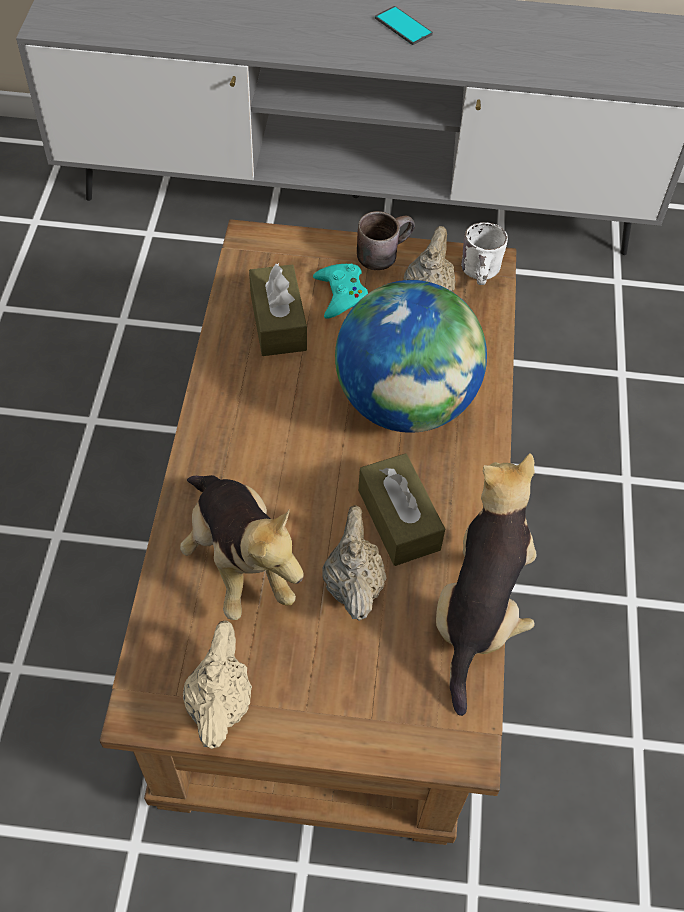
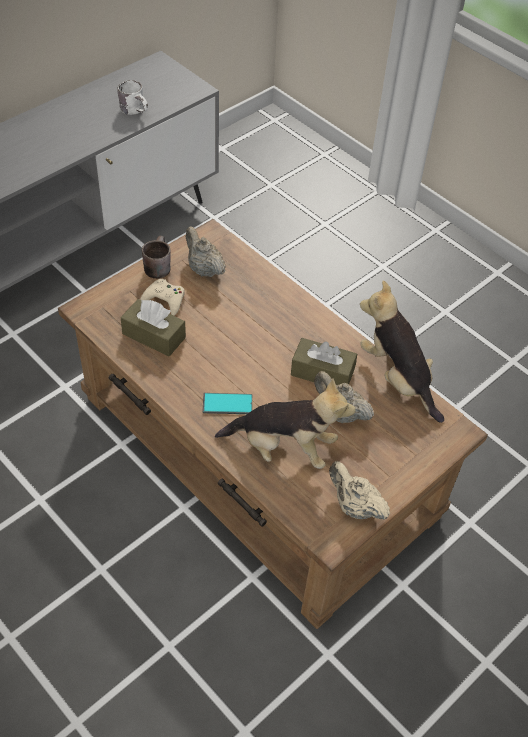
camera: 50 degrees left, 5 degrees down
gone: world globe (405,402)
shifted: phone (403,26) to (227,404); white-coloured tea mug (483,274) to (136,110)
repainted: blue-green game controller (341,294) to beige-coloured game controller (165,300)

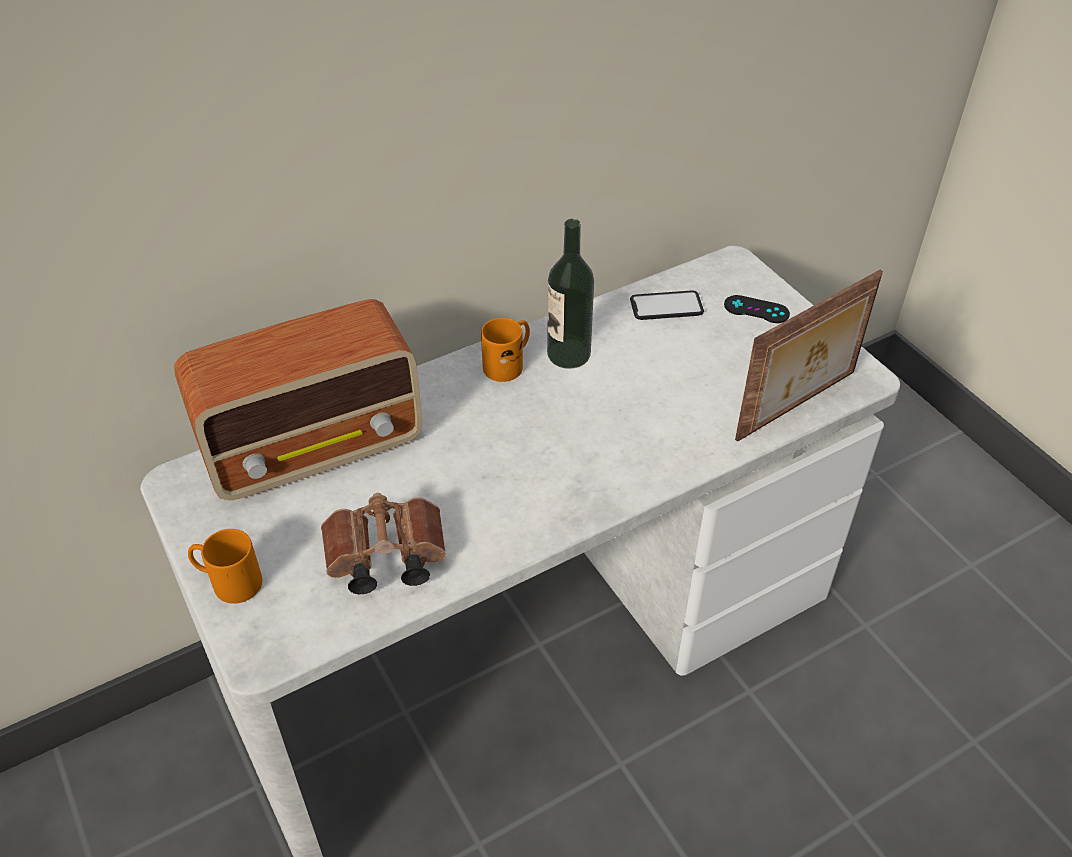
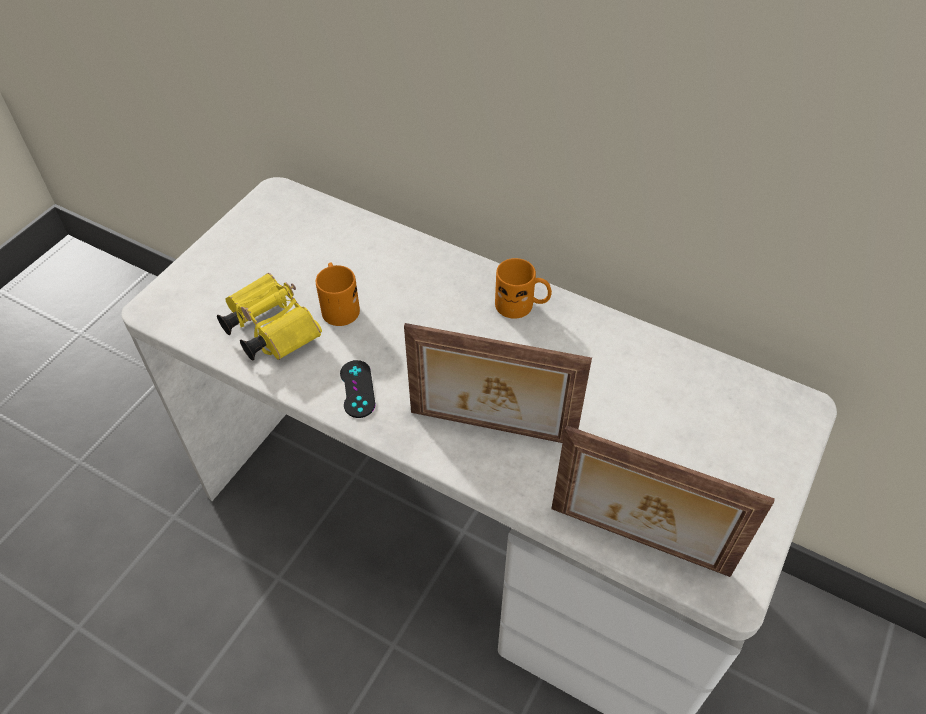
camera: 60 degrees right, 5 degrees up
gone: radio (316,447); drink bottle (568,354); phone (666,306)
new: photo frame (491,430)
shifted: orange tea mug (228,582) to (338,305); black game controller (756,309) to (357,389)
repainted: brown binoculars (382,559) to yellow-coloured binoculars (269,329)

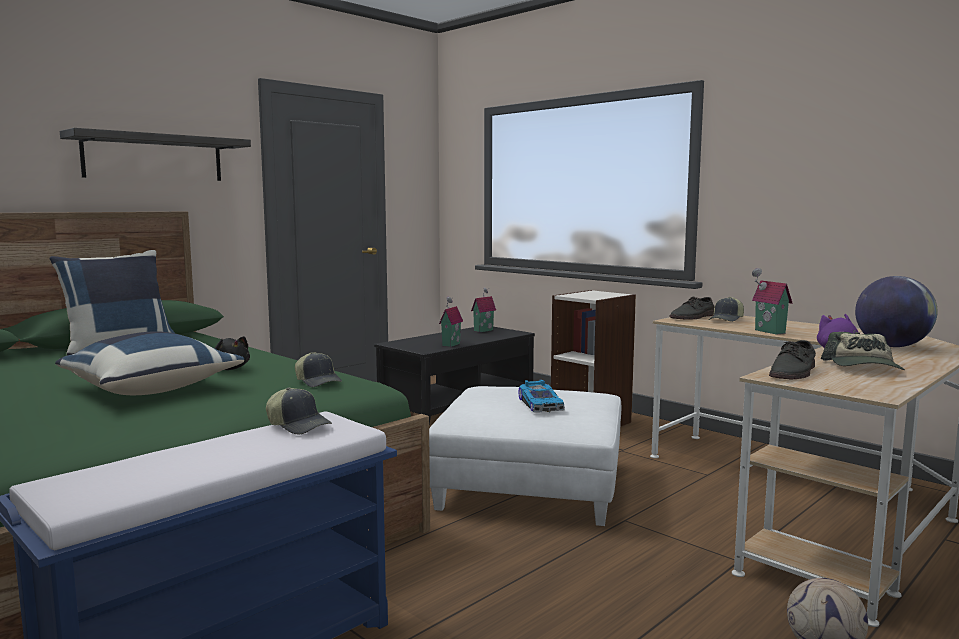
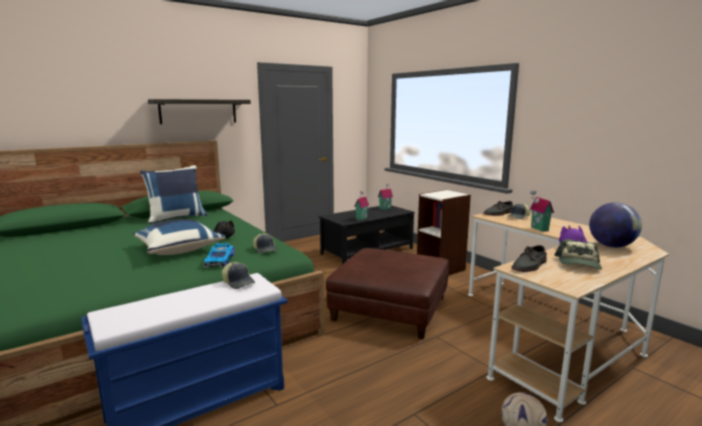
camera: 10 degrees right, 5 degrees up
shifted: toy car (541,404) to (220,260)
repainted: white-coloured footrest (531,484) to brown footrest (390,308)

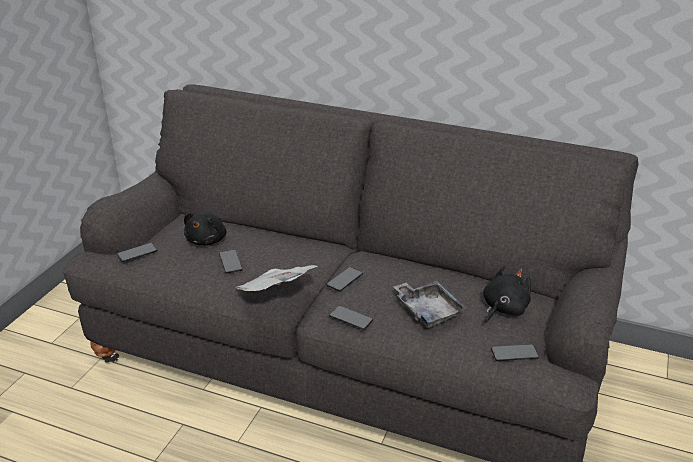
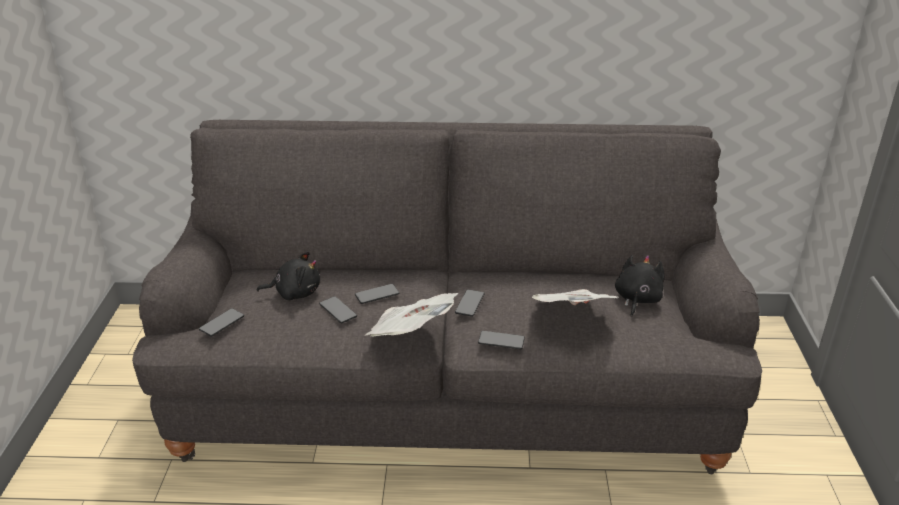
camera: 20 degrees left, 0 degrees up
shifted: phone (514,353) to (377,294)
swapped: greyish serving tray (428,310) to daily paper (572,315)
rotated: black cuddly toy (207,240) = (295,292) 90 degrees counterclockwise

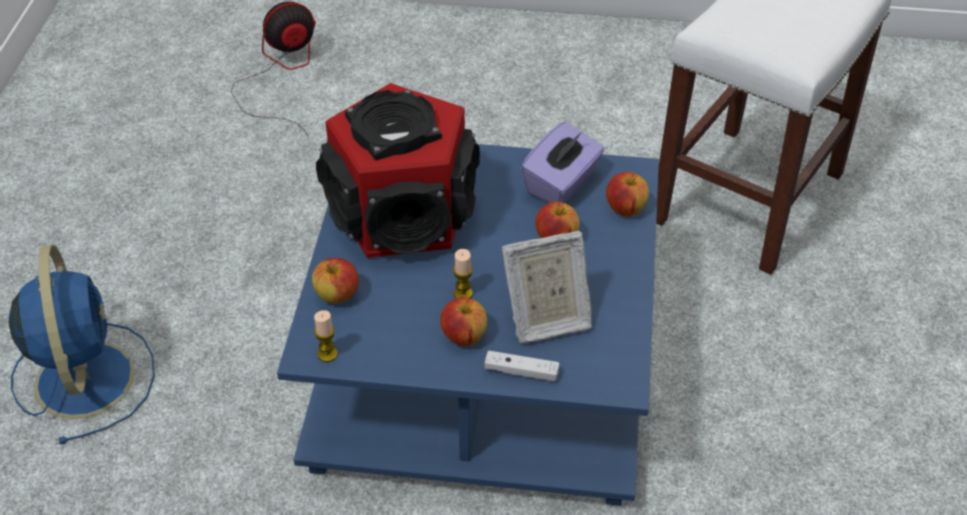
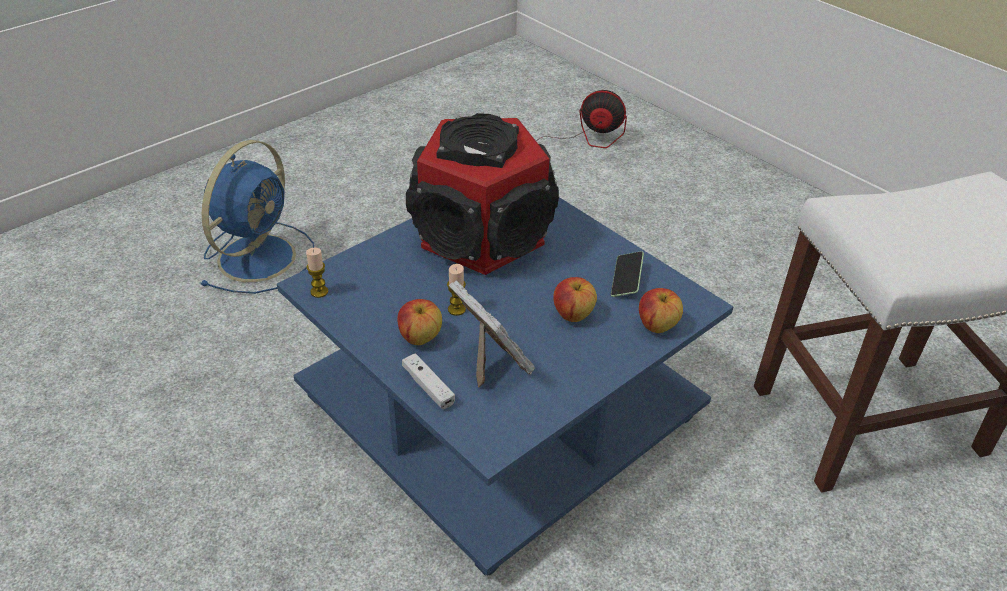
camera: 40 degrees right, 5 degrees down
gone: apple fruit (337,295)
swapped: purple-coloured tissue box (562,184) to phone (626,280)
rotated: photo frame (546,320) = (492,363) 150 degrees counterclockwise

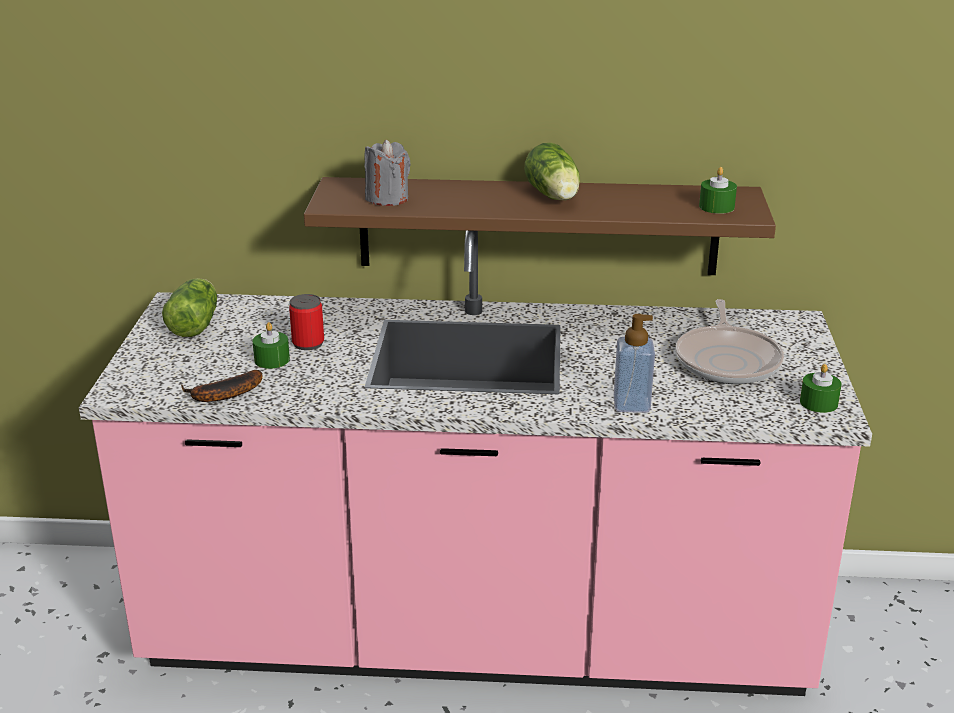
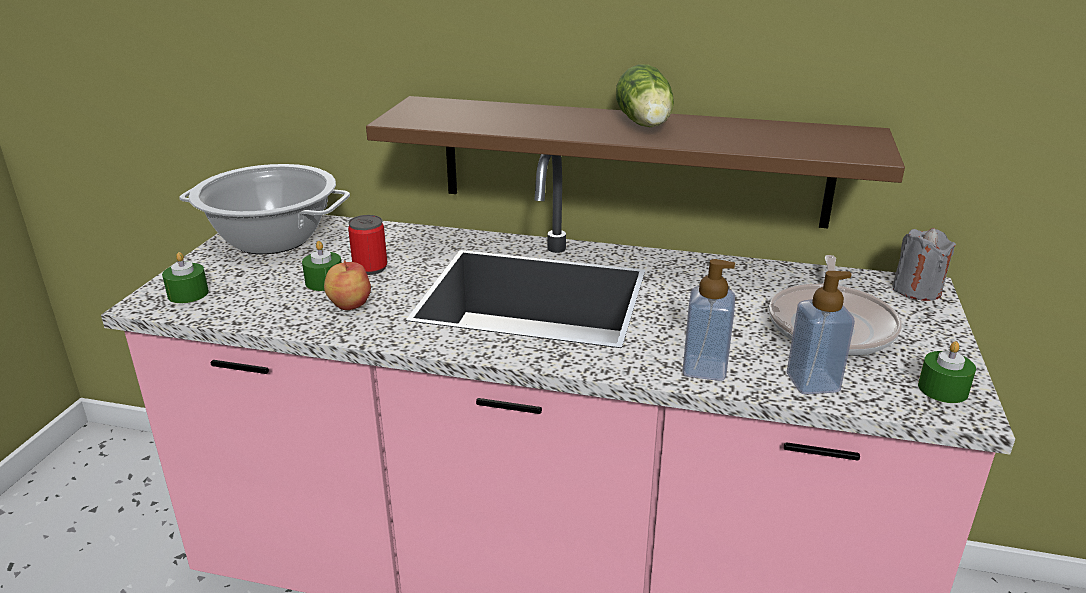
camera: 10 degrees right, 0 degrees up
gone: whole banana (222,395)
new: apple fruit (349,304); soap dispenser (812,382)
shifted: greyish wax light (387,198) to (916,290); green wax light (716,207) to (188,294)
swapped: lettuce head (196,323) to saucepot (271,239)

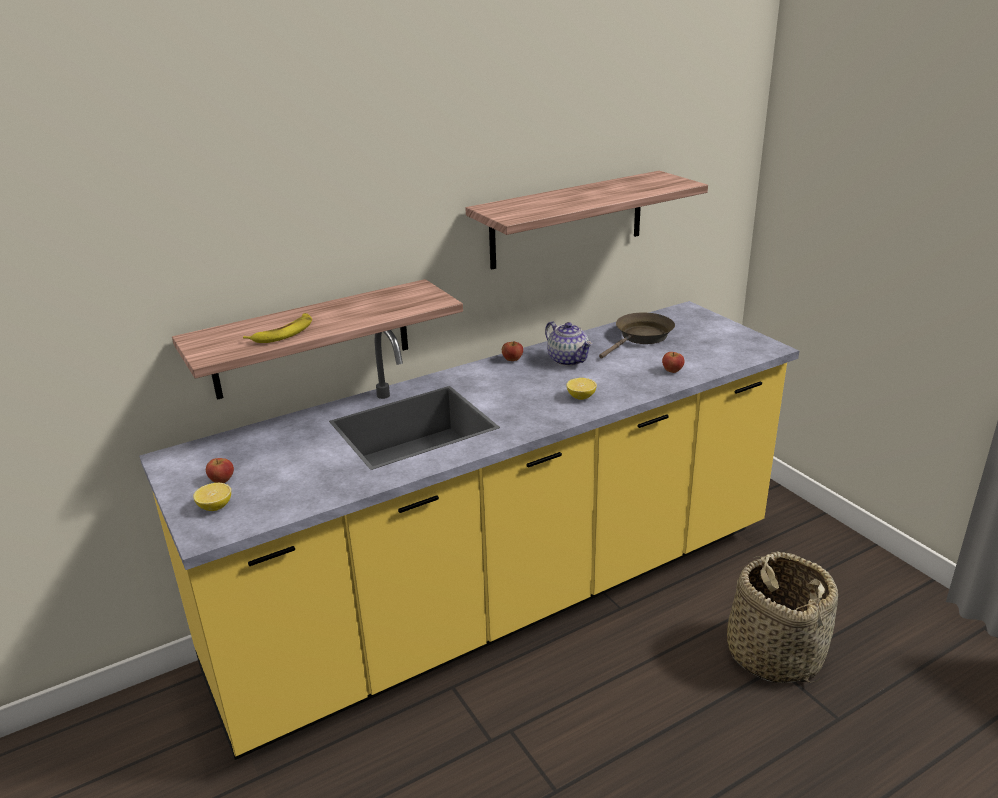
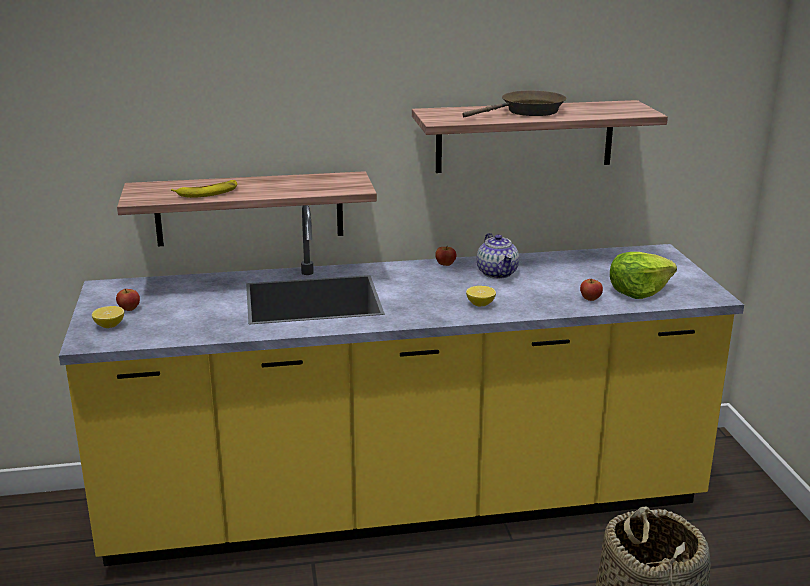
camera: 20 degrees right, 5 degrees down
new: lettuce head (638,291)
shifted: brown skillet (641,337) to (527,111)

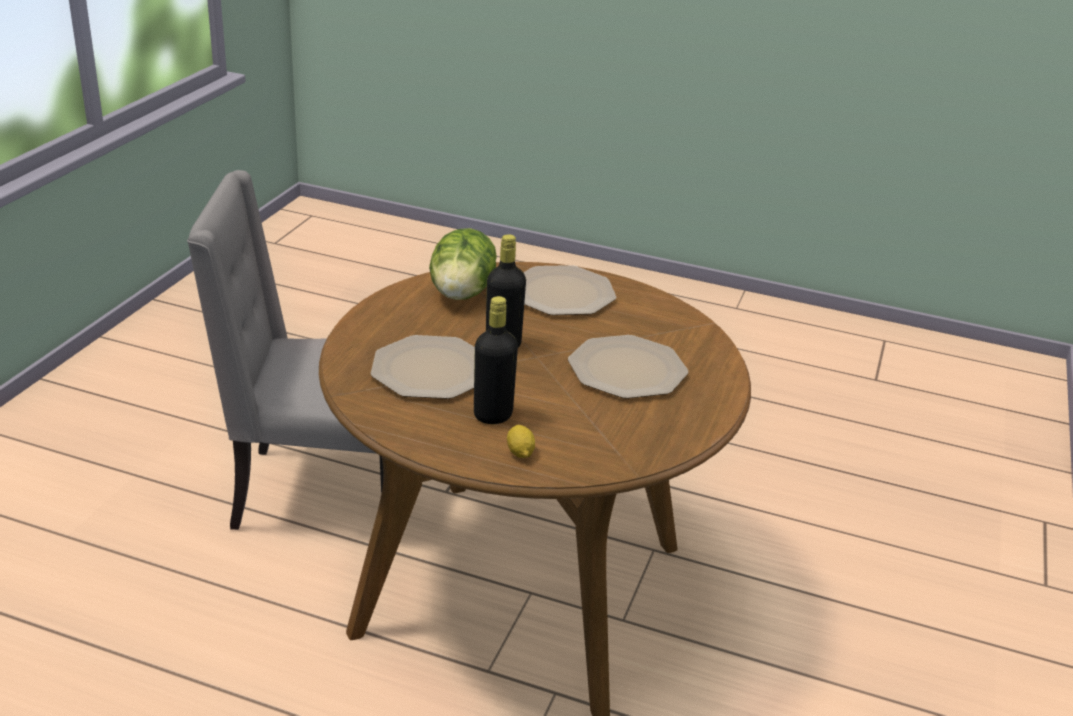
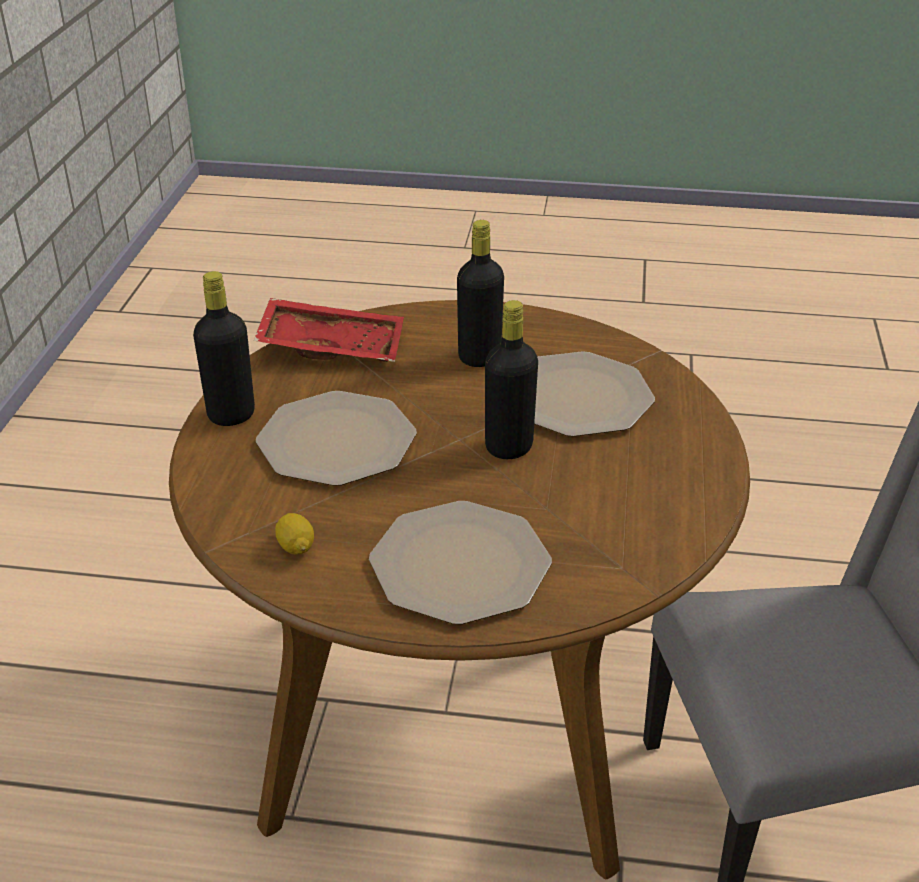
camera: 170 degrees right, 5 degrees up
gone: lettuce head (461,294)
new: black drink bottle (231,415); red serving tray (332,345)
shifted: citrus fruit (520,452) to (295,547)

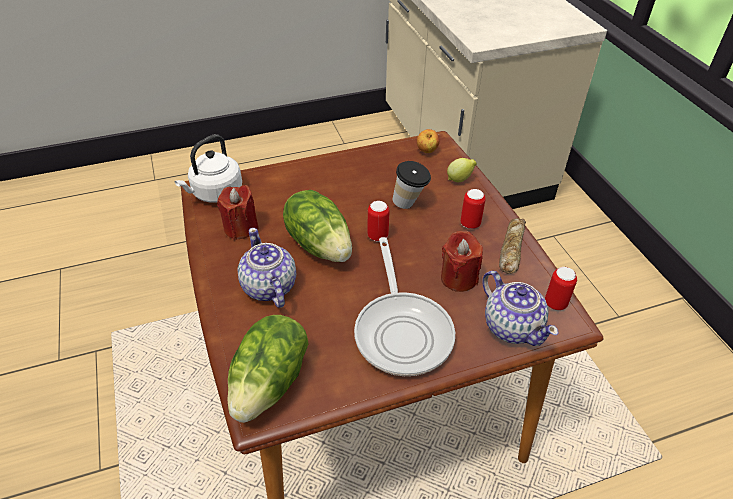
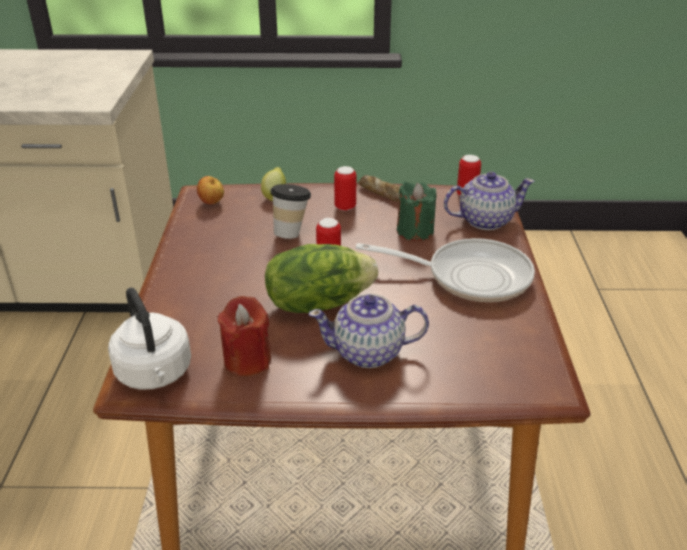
camera: 70 degrees left, 10 degrees down
gone: lettuce head (271,383)
repainted: red wax light (458,278) to green wax light (415,231)

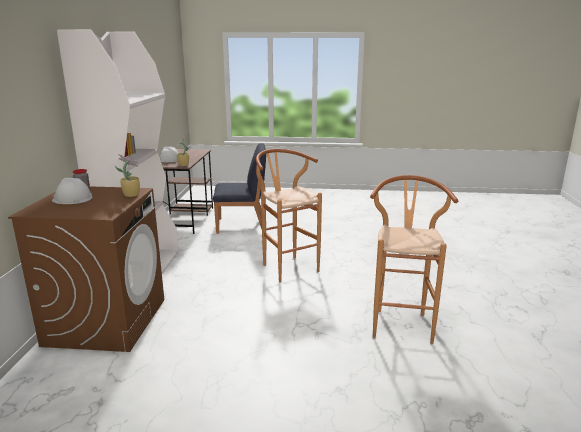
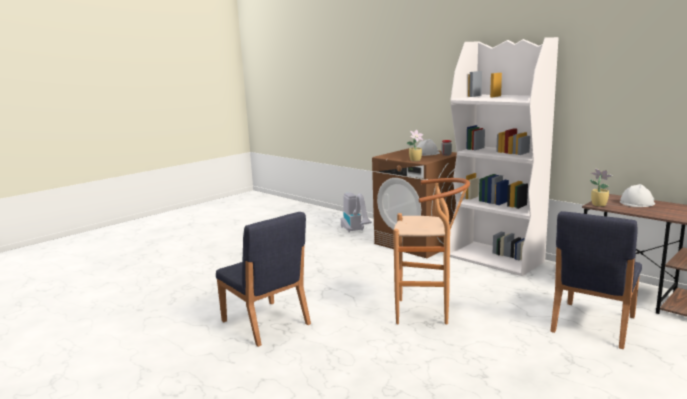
camera: 130 degrees right, 5 degrees down
new: hoover (356,231)
swapped: brown stool seat (401,322) to blue-coloured plain chair (266,323)

